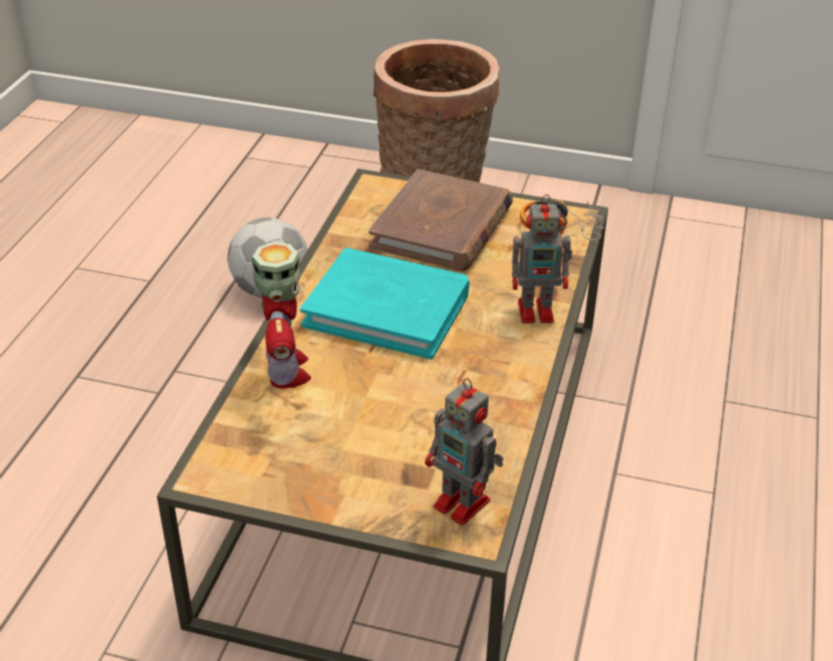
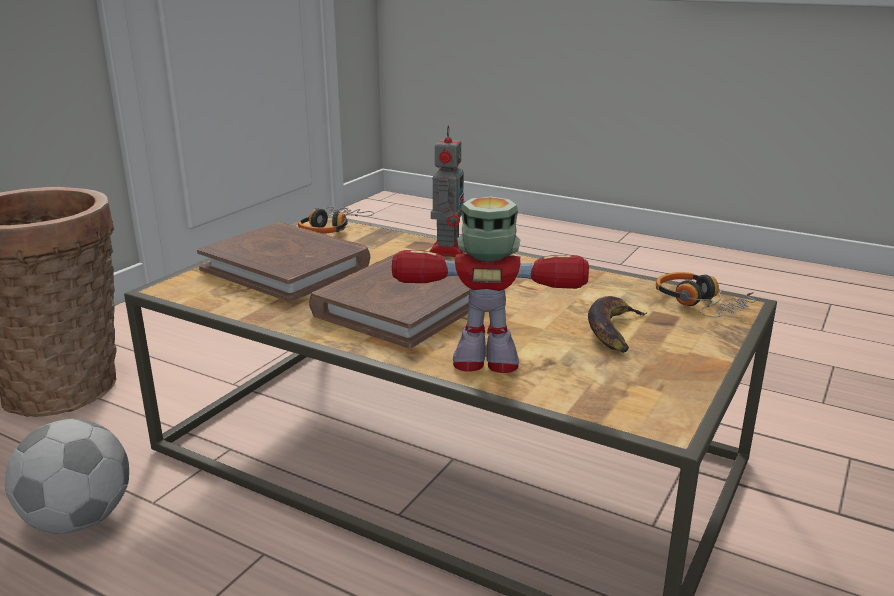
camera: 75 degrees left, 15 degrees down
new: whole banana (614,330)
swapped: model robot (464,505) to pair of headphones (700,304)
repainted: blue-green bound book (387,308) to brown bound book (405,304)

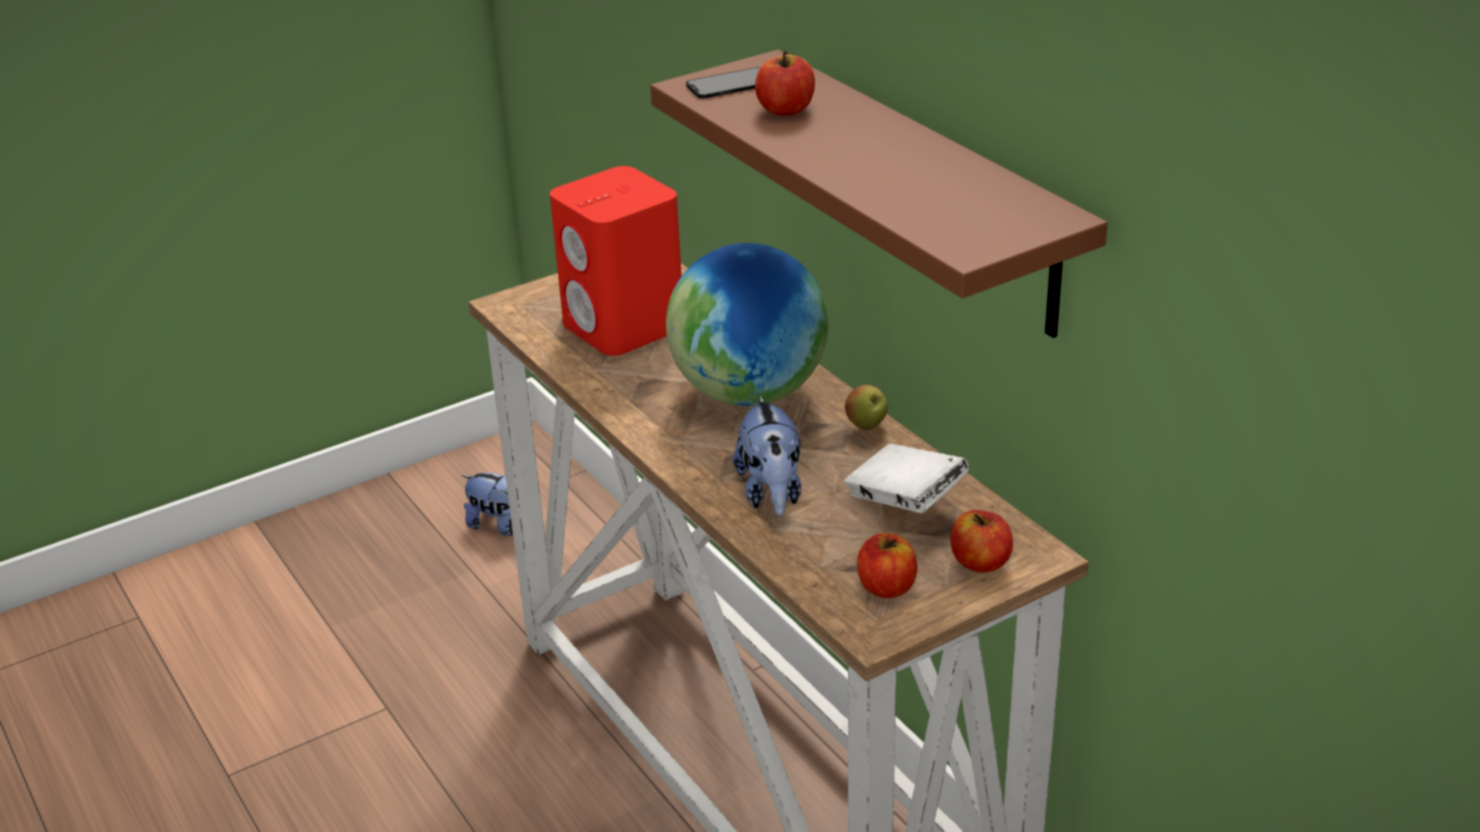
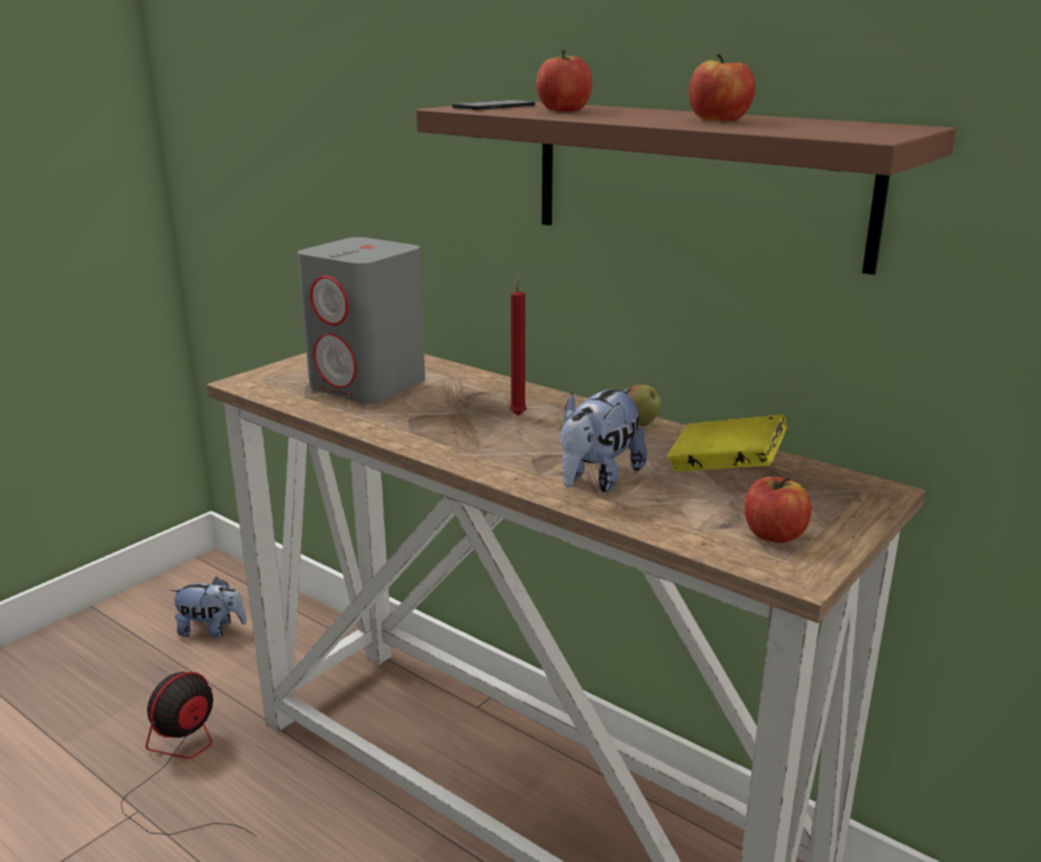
camera: 20 degrees left, 10 degrees down
new: fan (182,766)
shifted: apple fruit (980,562) to (719,120)
swapped: world globe (750,393) to red wax light (518,414)
repainted: red speaker (624,327) to greyish speaker (369,385); white-coloured bound book (905,500) to yellow-coloured bound book (724,468)
rotated: cuddly toy (771,493) = (598,479) 60 degrees clockwise

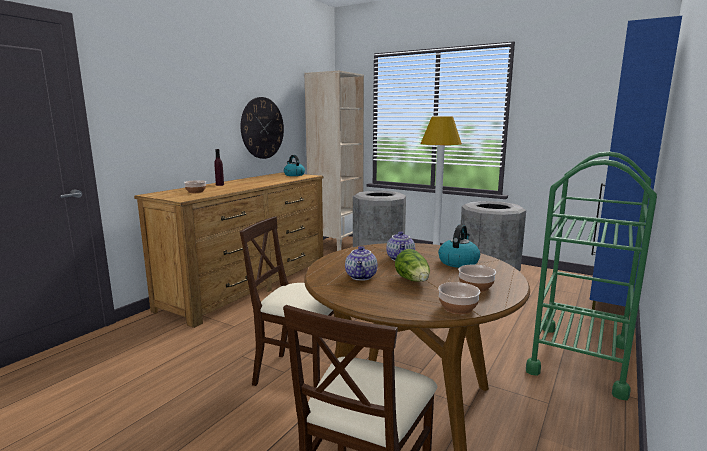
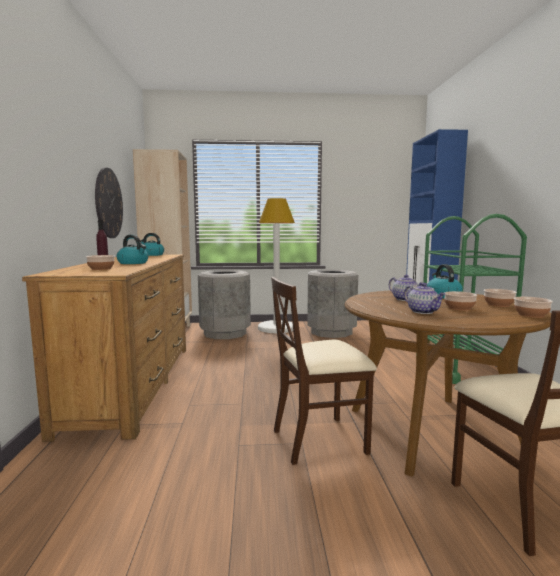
camera: 35 degrees left, 5 degrees down
new: kettle (133,263)
swapped: lettuce head (413,281) to bowl (459,308)

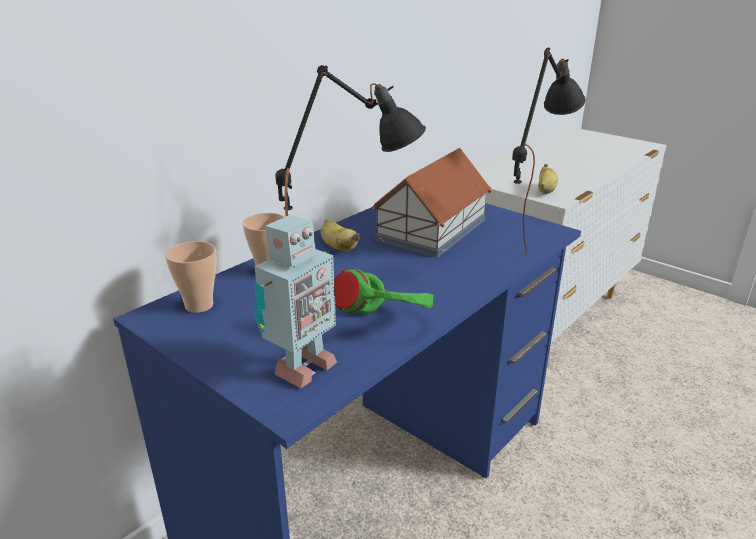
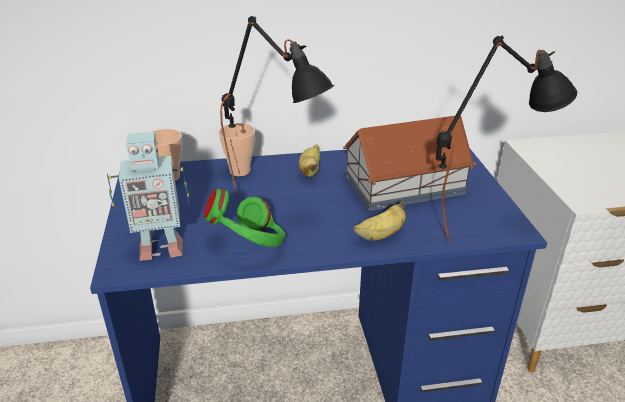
camera: 40 degrees right, 5 degrees up
shifted: whole banana (545,191) to (381,235)

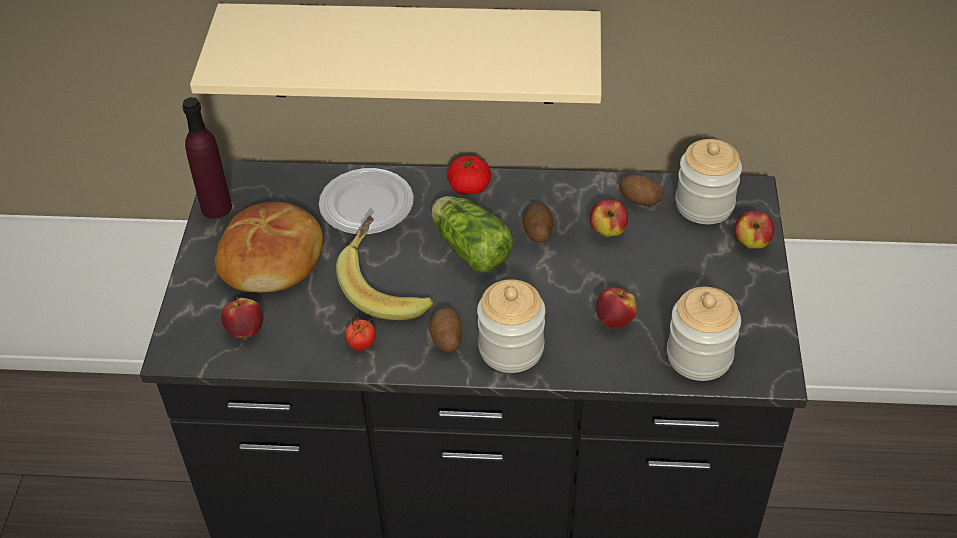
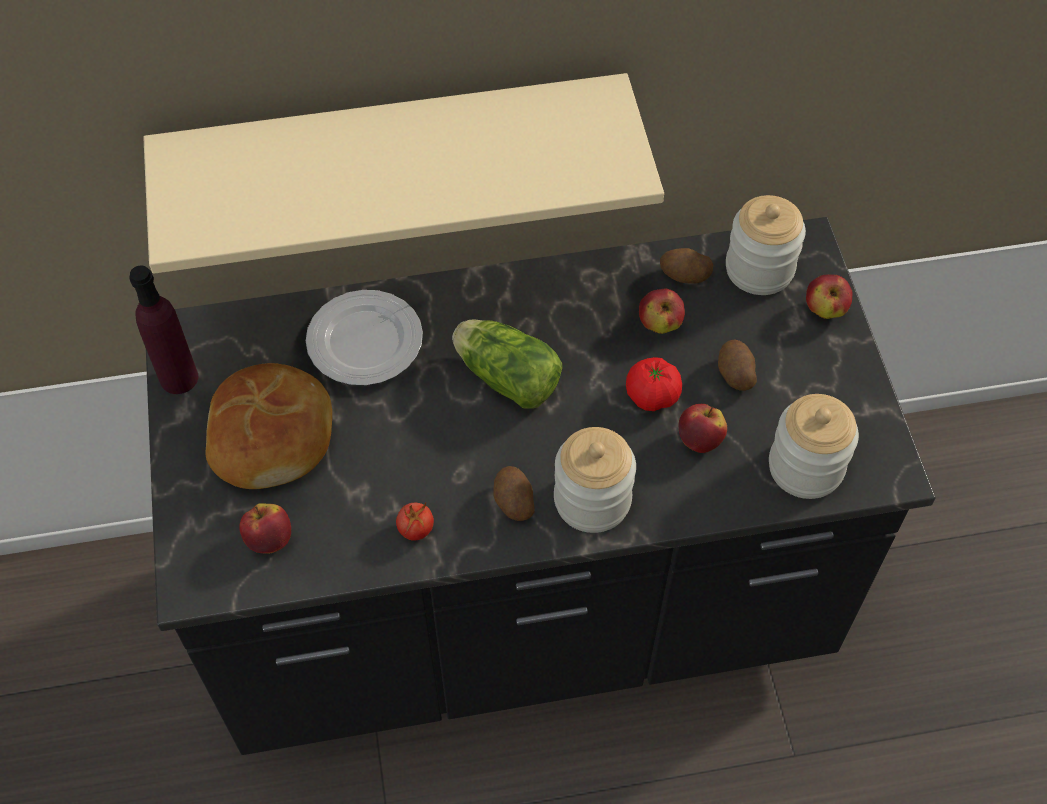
camera: 15 degrees left, 10 degrees up
gone: whole banana (387,286)
shifted: whole tomato (469,187) to (652,395); potato (537,231) to (734,374)

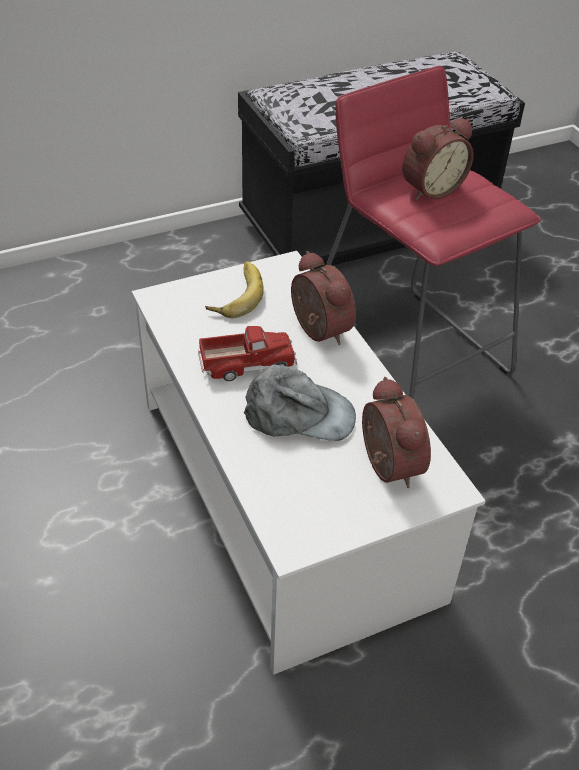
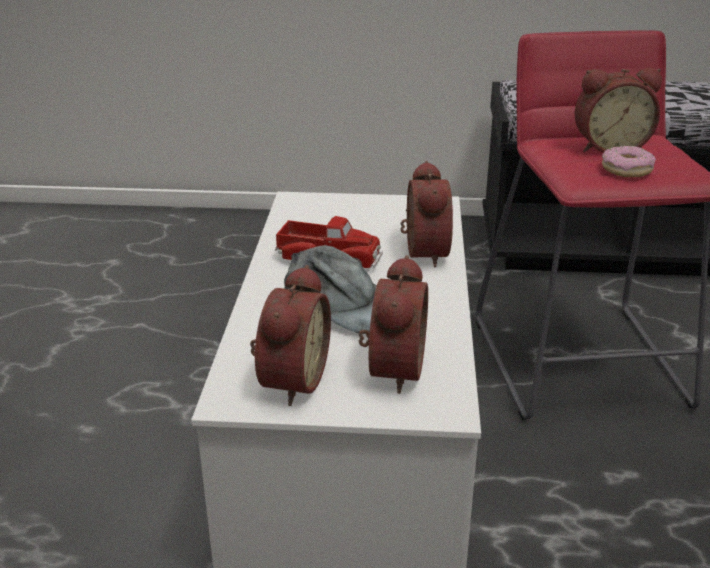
camera: 30 degrees right, 15 degrees down
gone: whole banana (235,294)
new: bedside clock (289,380); ring doughnut (626,169)

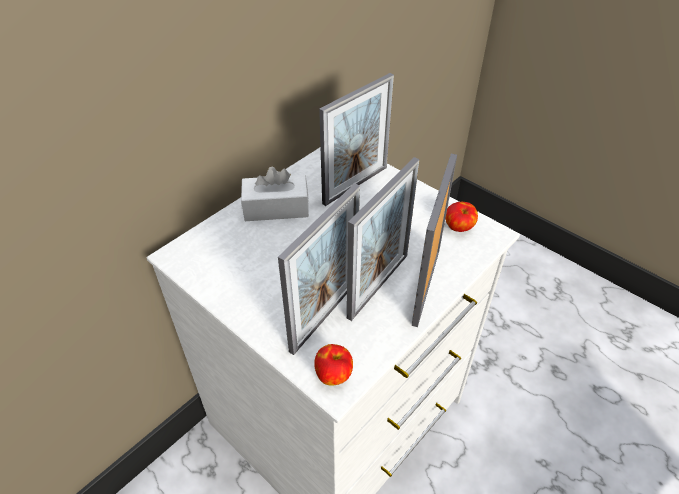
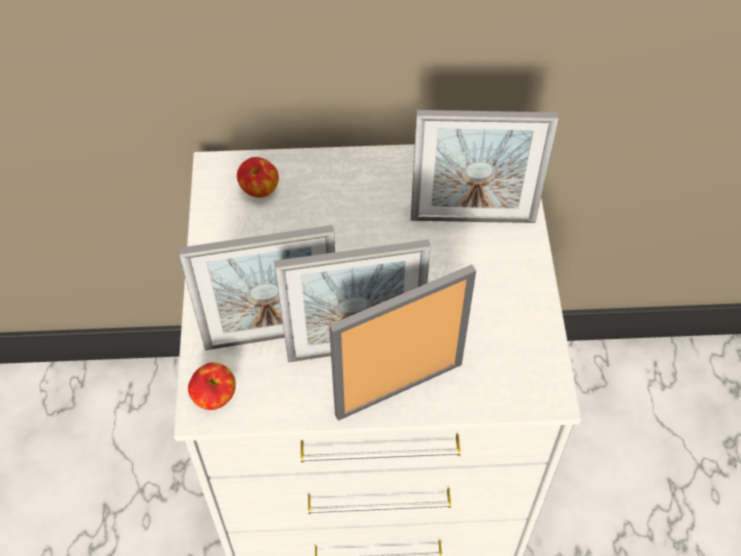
camera: 45 degrees right, 10 degrees up
gone: white-coloured tissue box (276,208)
shifted: apple fruit (459,228) to (259,190)

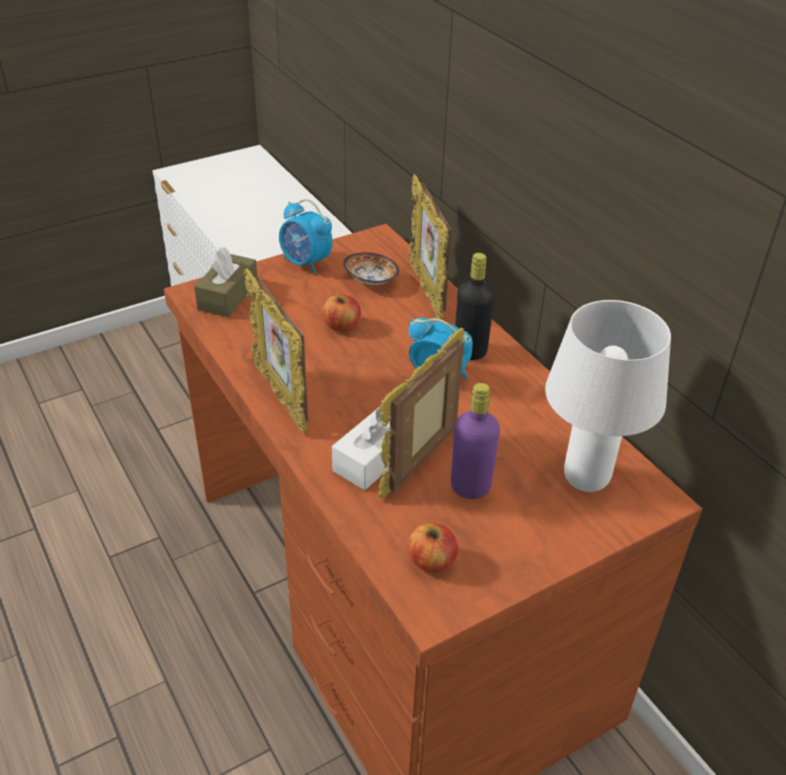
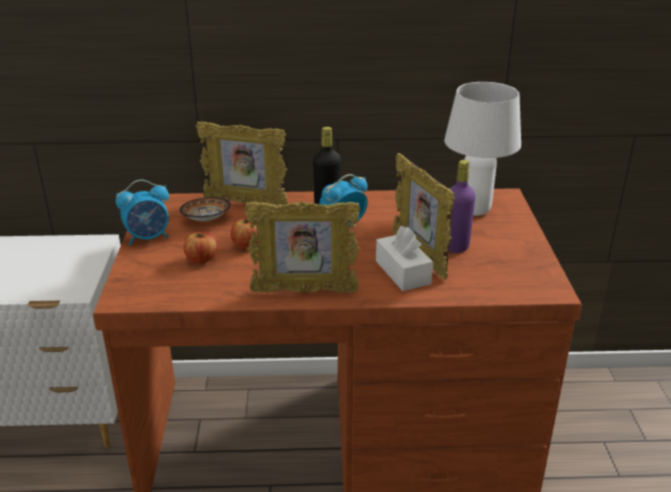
camera: 60 degrees left, 10 degrees down
gone: brown tissue box (228,296)
shifted: apple fruit (431,561) to (201,259)

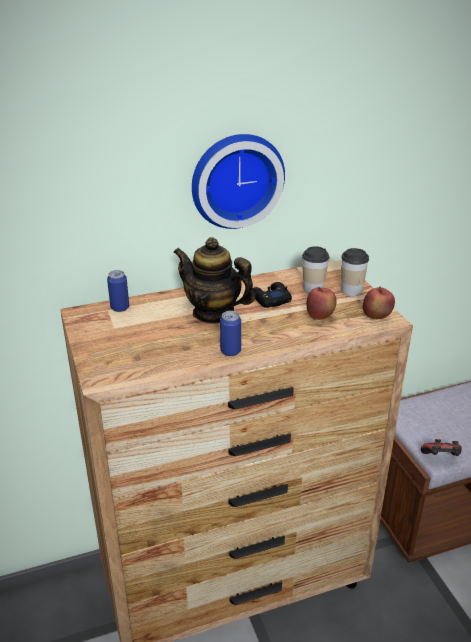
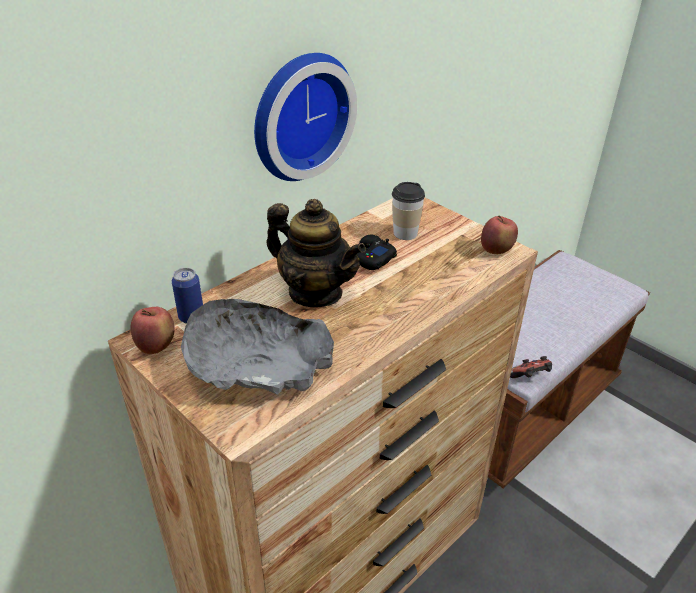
camera: 25 degrees left, 5 degrees up
gone: metal can (230,351); small cup (351,290)
new: greyish bowl (257,365)
shifted: apple fruit (320,317) to (156,347)
rotated: tea pot (213,312) = (315,292) 150 degrees counterclockwise

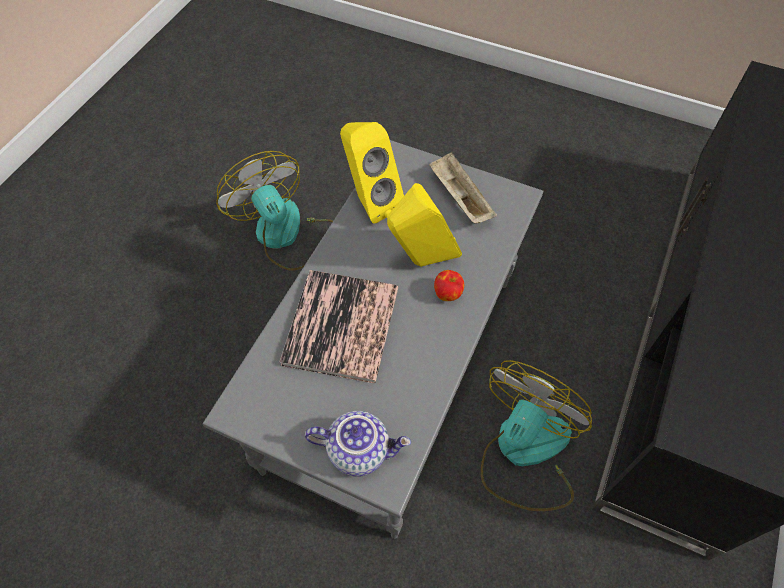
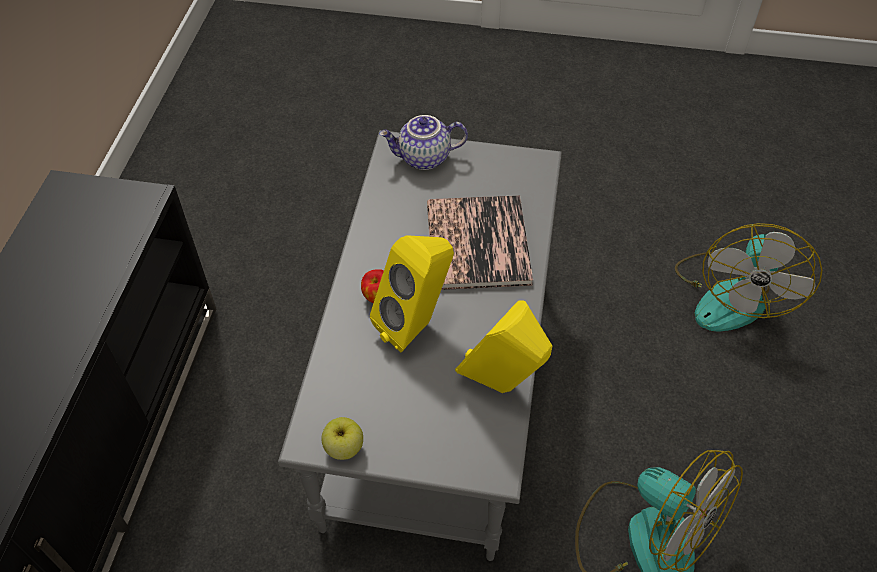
camera: 165 degrees right, 5 degrees down
gone: beige-coloured serving tray (459,198)
new: apple fruit (344,448)
shifted: fan (524,453) to (731,294)

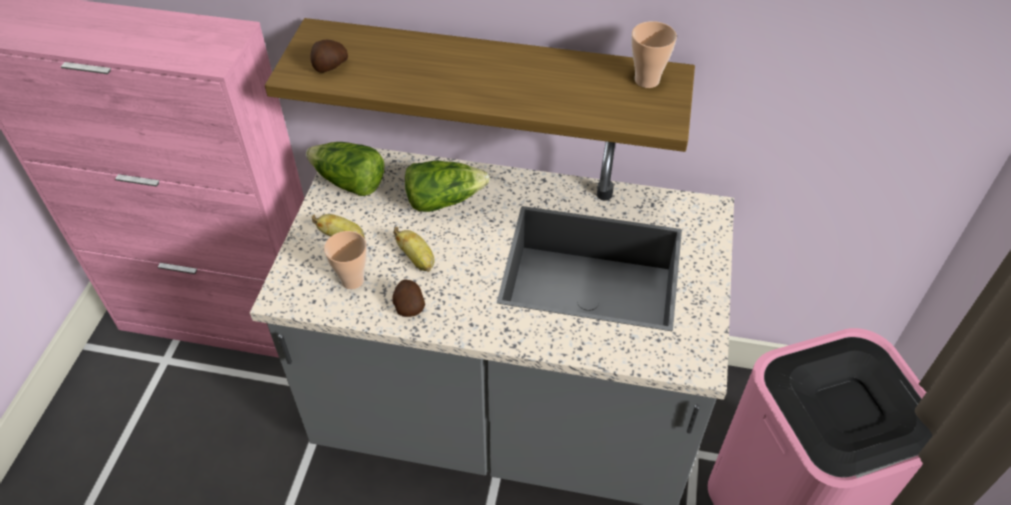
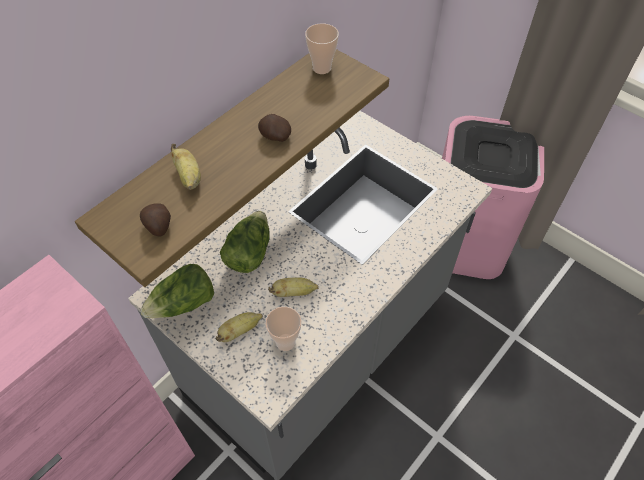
camera: 60 degrees left, 5 degrees up
new: whole banana (189,177)
shifted: potato (409,306) to (275,137)

